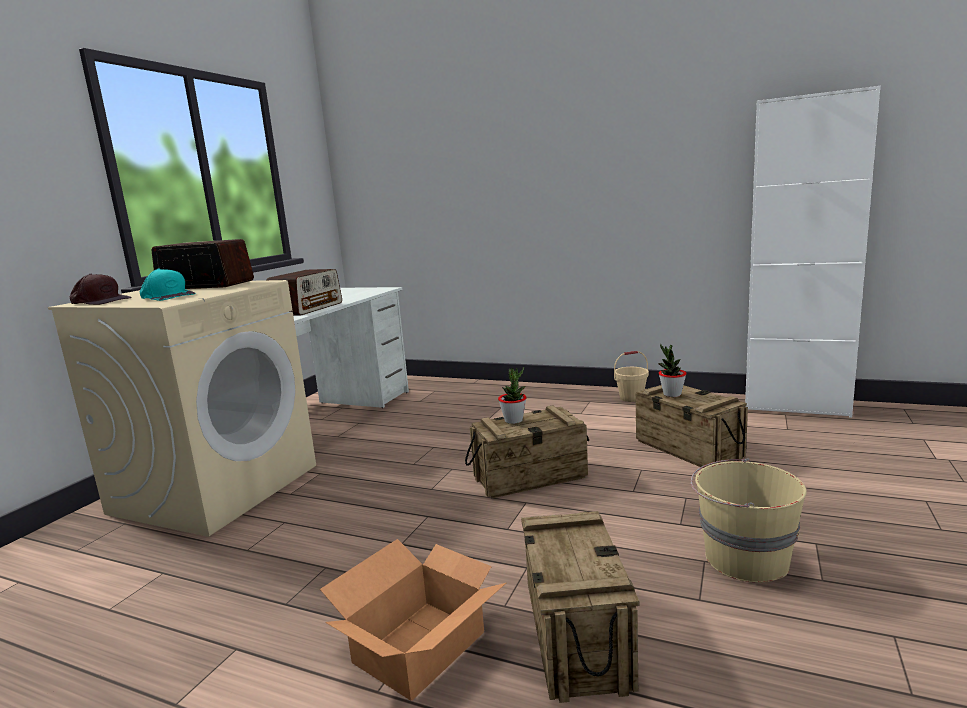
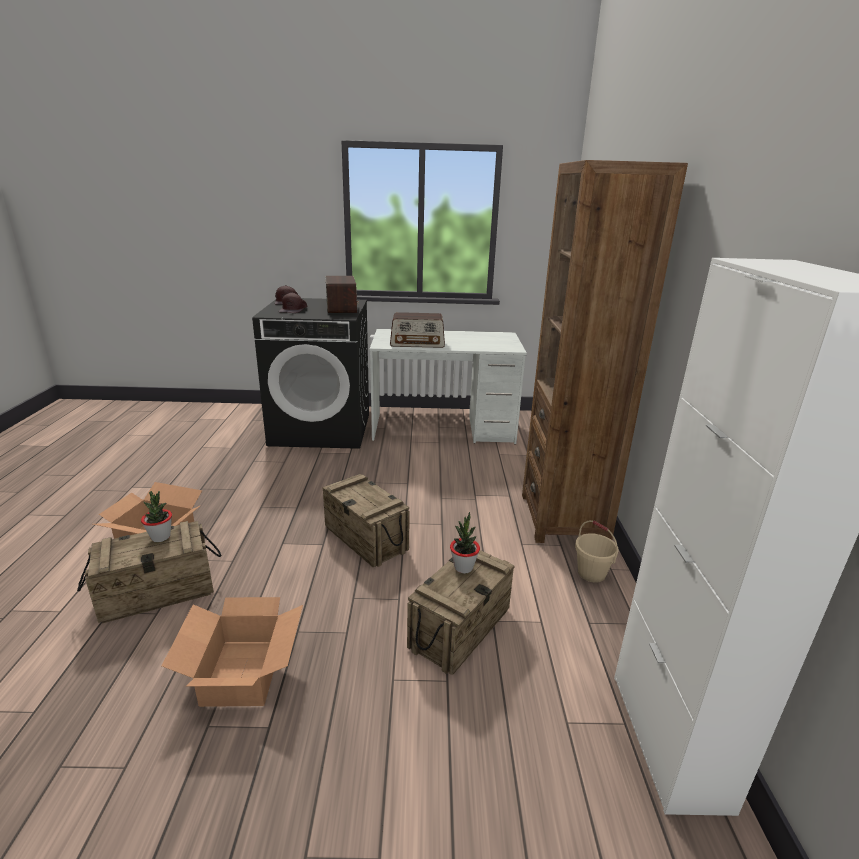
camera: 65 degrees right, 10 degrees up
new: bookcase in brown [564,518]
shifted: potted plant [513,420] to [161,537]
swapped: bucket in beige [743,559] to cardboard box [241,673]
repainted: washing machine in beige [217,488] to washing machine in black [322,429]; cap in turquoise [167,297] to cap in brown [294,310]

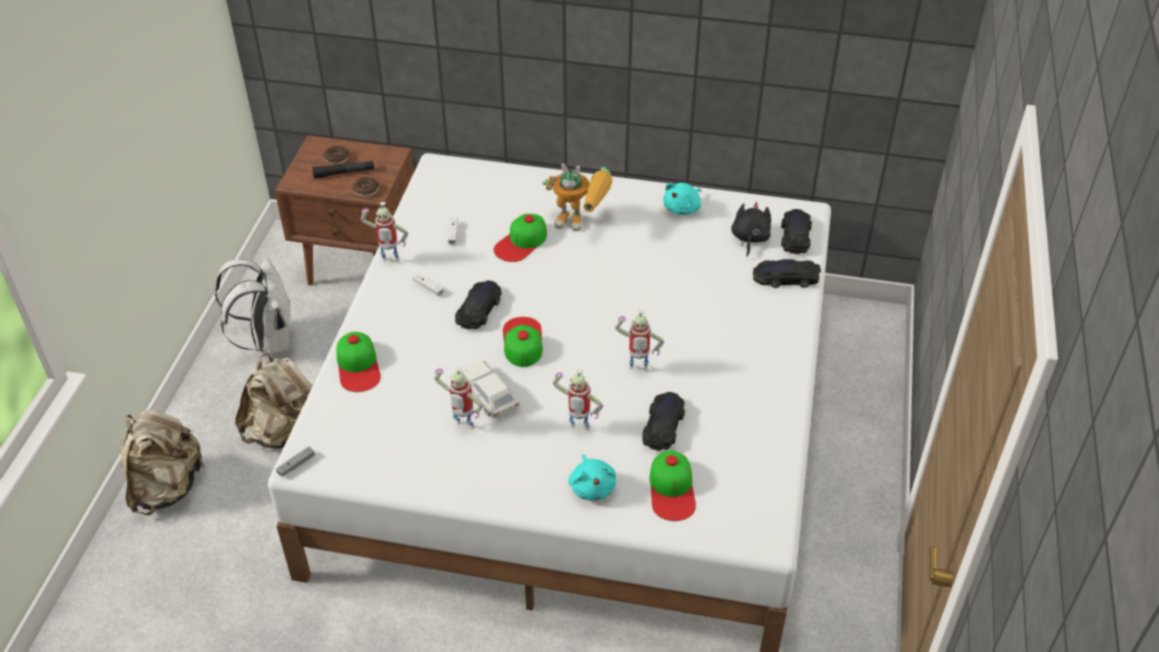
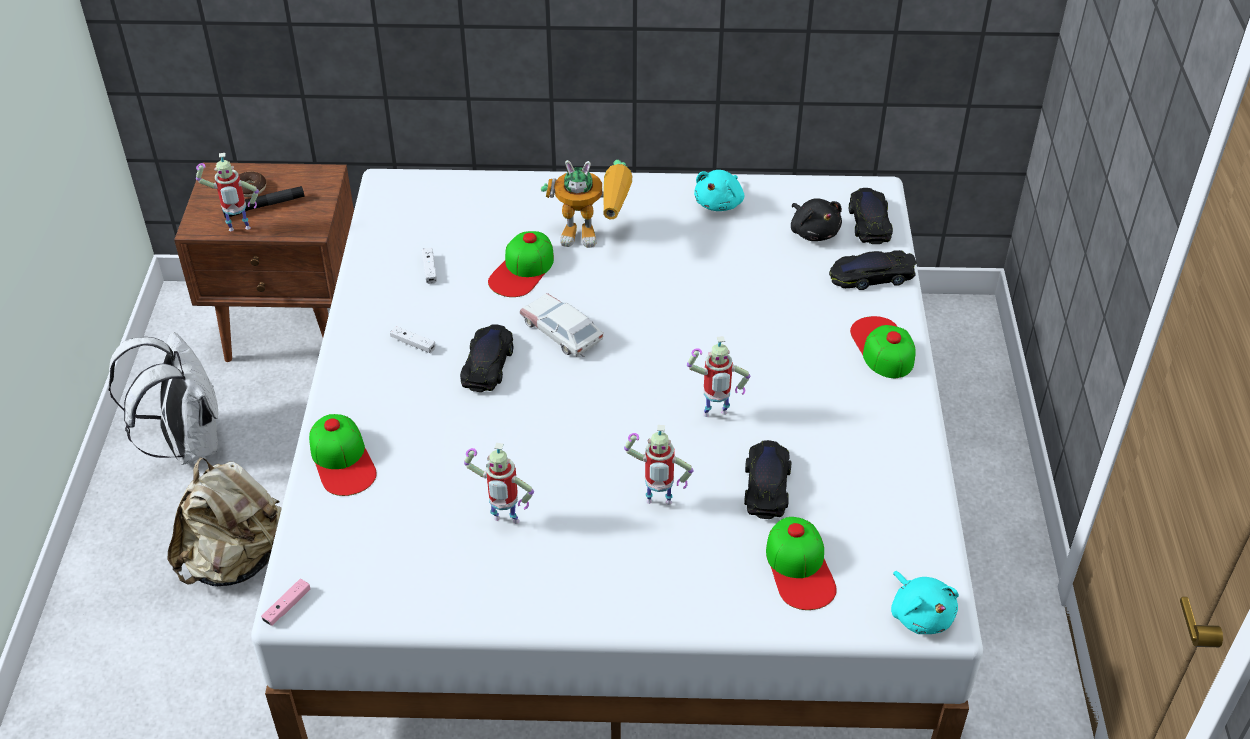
camera: 10 degrees left, 0 degrees up
gone: backpack in beige [167,487]; donut [366,190]
shifted: toy robot [390,261] to [239,231]; toy car [489,395] to [562,332]; cap [522,341] to [882,347]; plush toy in turquoise [592,486] to [920,614]
repainted: game controller in grey [296,465] to game controller in pink [287,606]
rotated: plush toy in black [749,238] = [813,232] 150 degrees clockwise

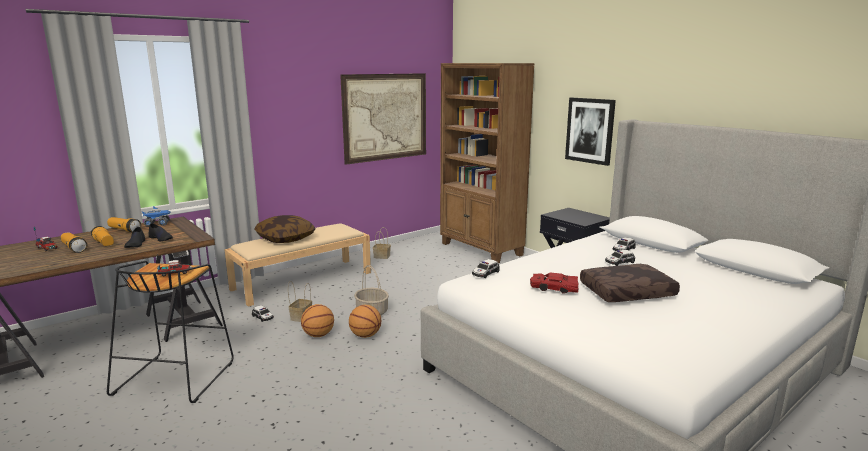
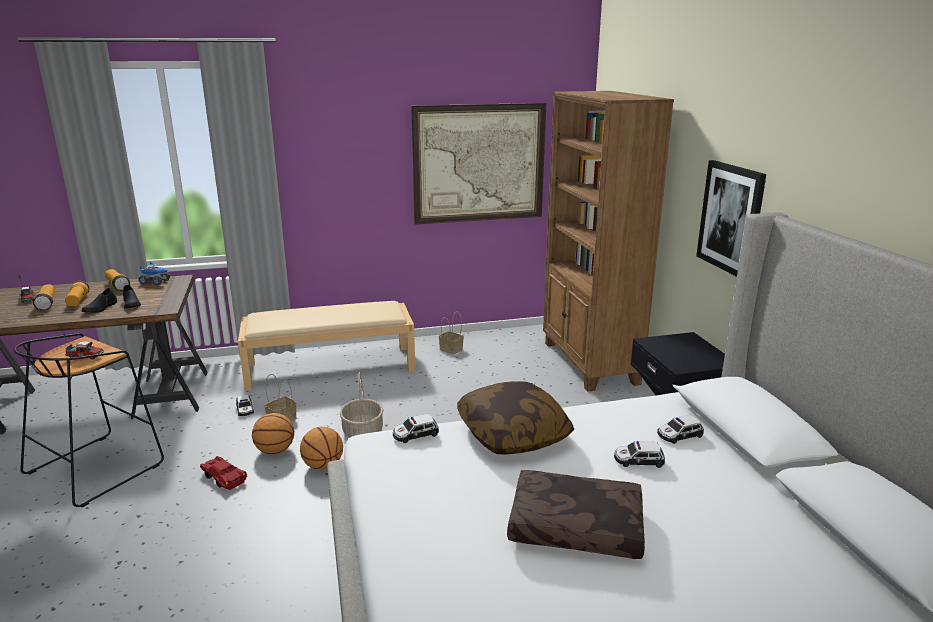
camera: 25 degrees right, 5 degrees up
shifted: pillow [285,238] to [513,434]; toy car in red [554,288] to [223,477]

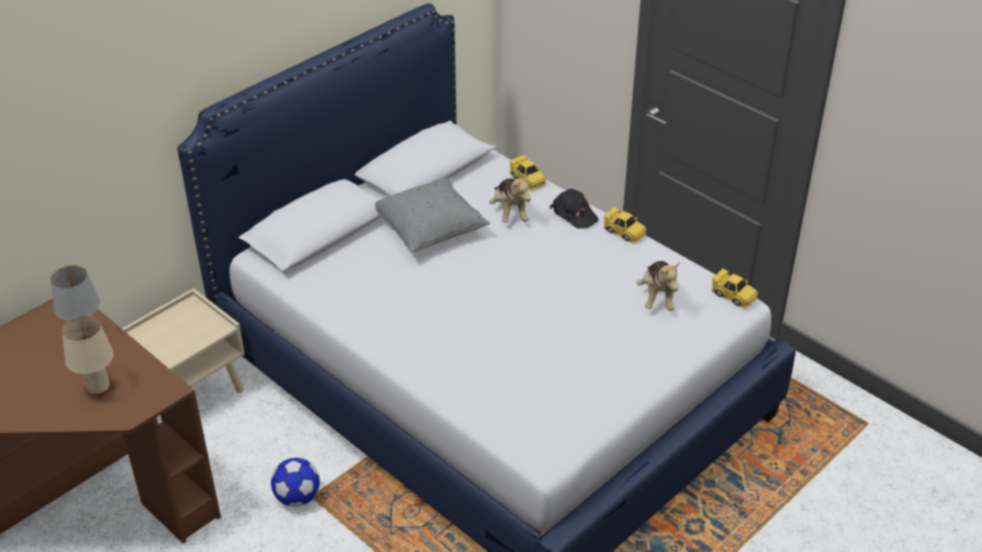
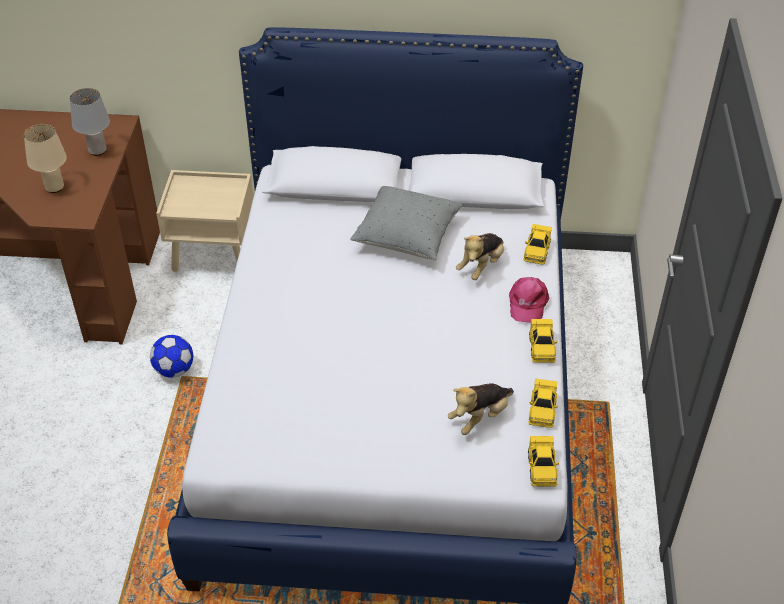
camera: 50 degrees right, 5 degrees up
new: toy car in yellow [542,409]
repainted: cap in black [574,214] to cap in pink [527,303]

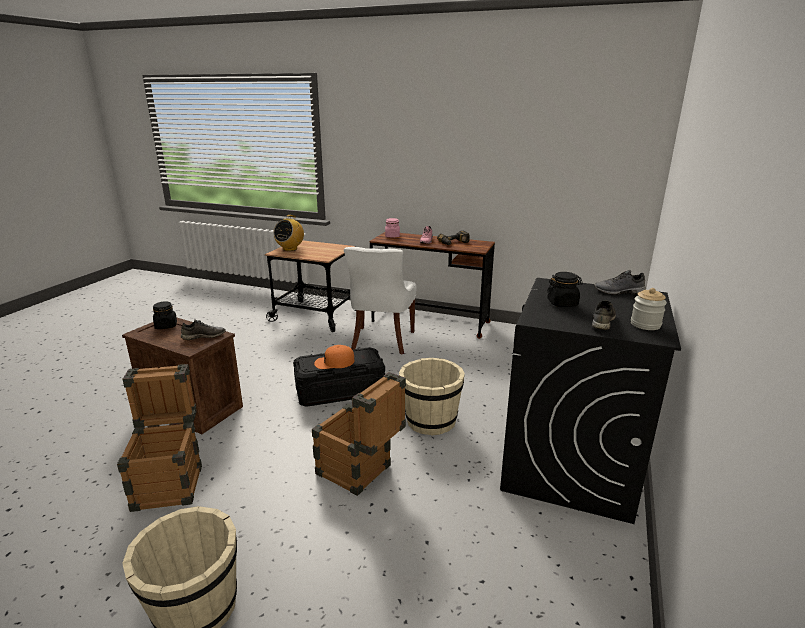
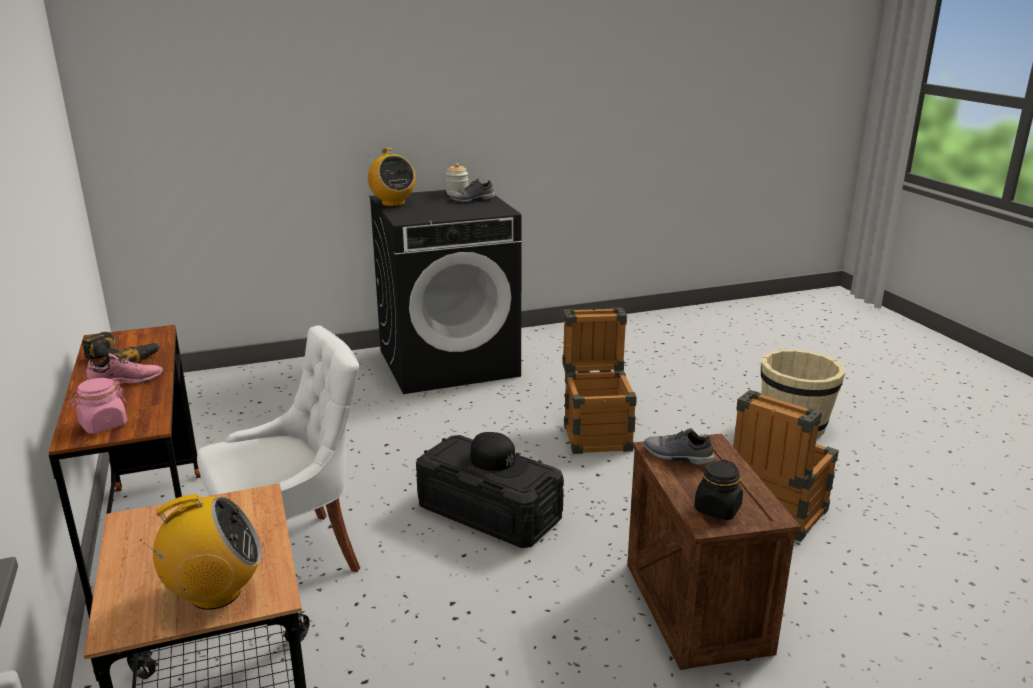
camera: 130 degrees left, 0 degrees up
gone: bucket in beige [430,421]; jar in black [562,303]
swapped: shoe in grey [619,292] to radio [393,203]
repainted: cap in orange [334,362] to cap in black [499,462]

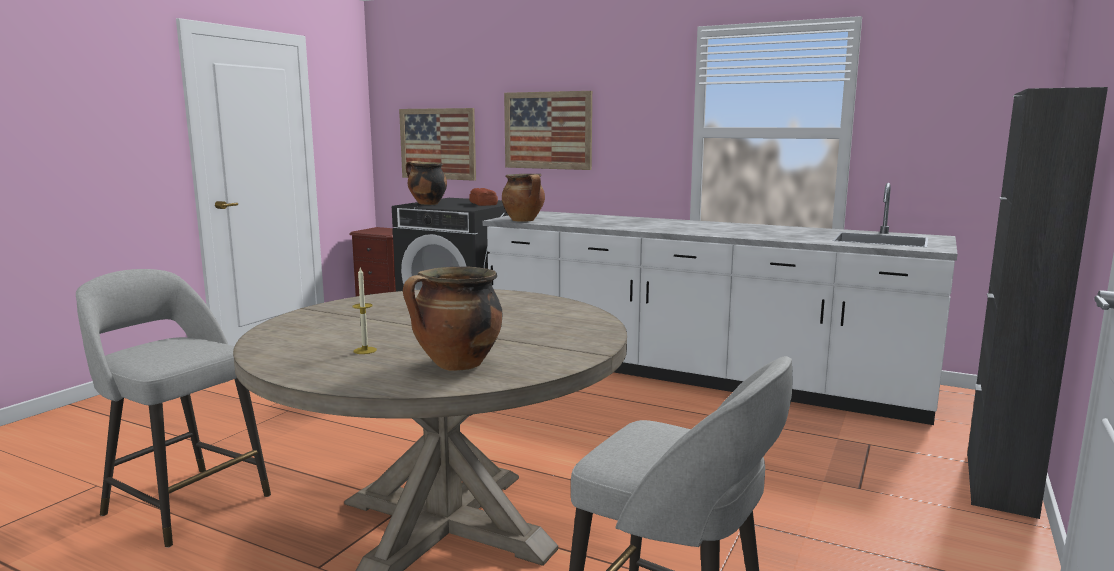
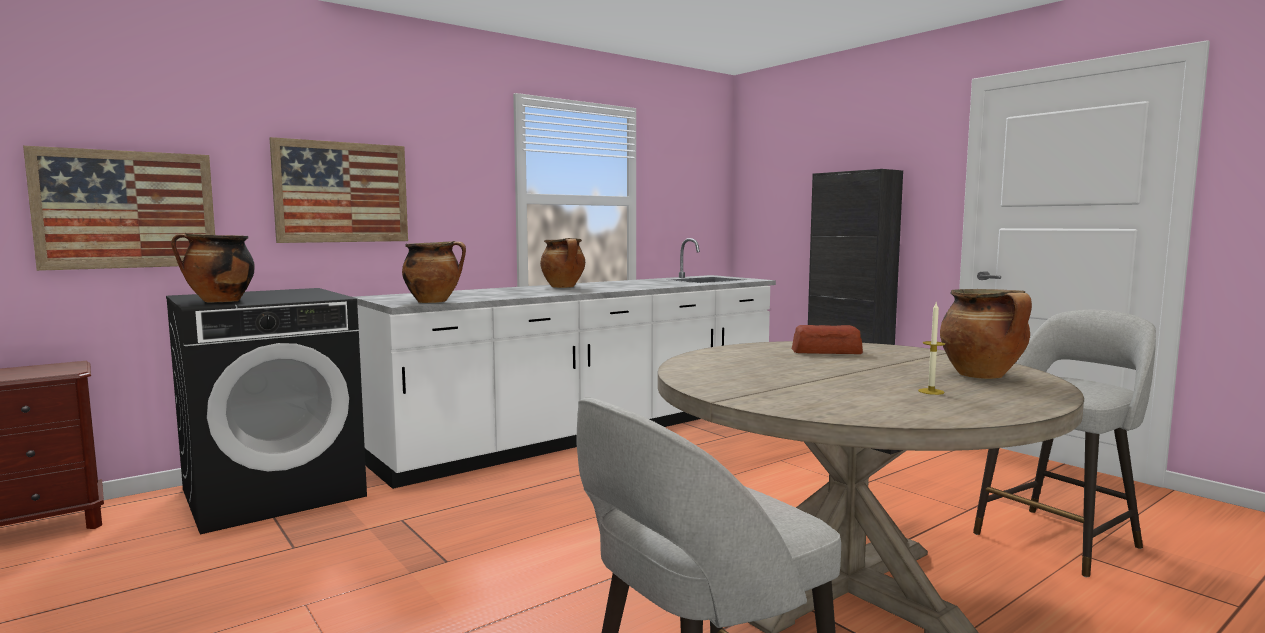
camera: 65 degrees left, 5 degrees down
new: cooking pot [564,287]
shifted: bread [483,203] to [827,351]

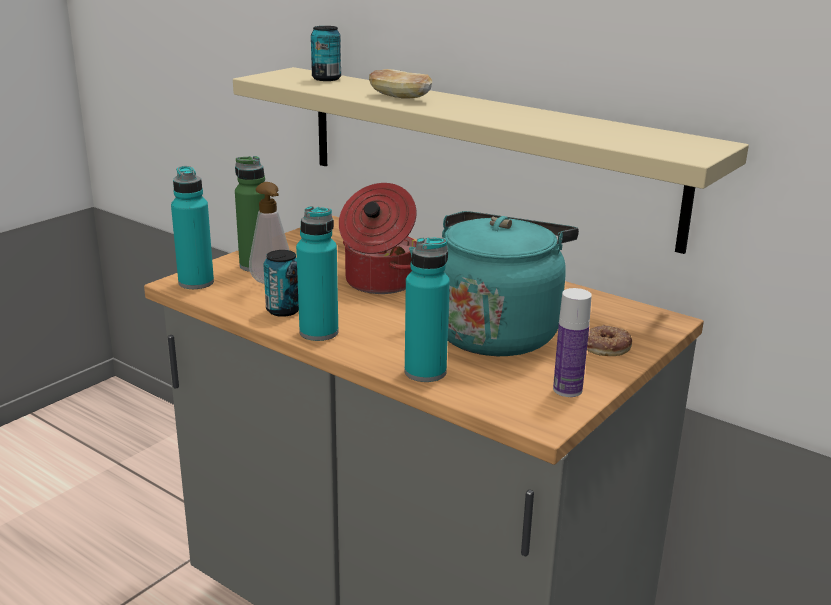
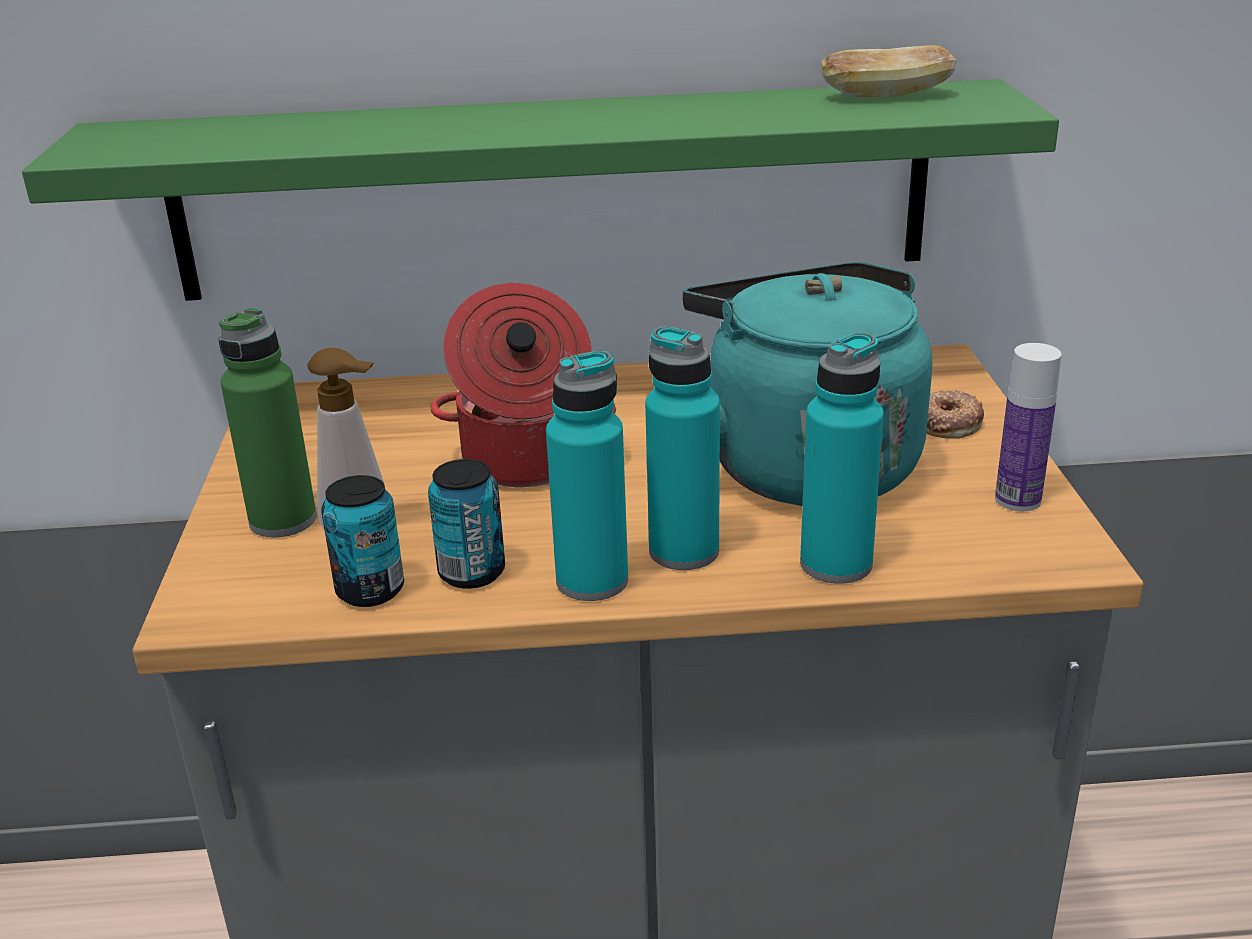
camera: 40 degrees left, 5 degrees up
shifted: bottle in turquoise [196,283] to [684,551]; can [326,78] to [370,590]; bread [400,97] to [886,96]
repainted: shelf in beige [482,152] to shelf in green [552,192]

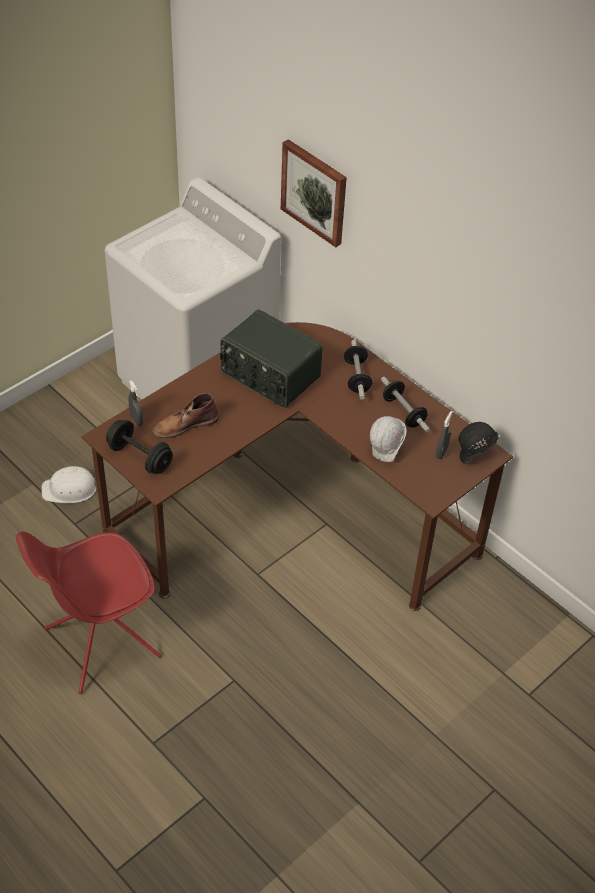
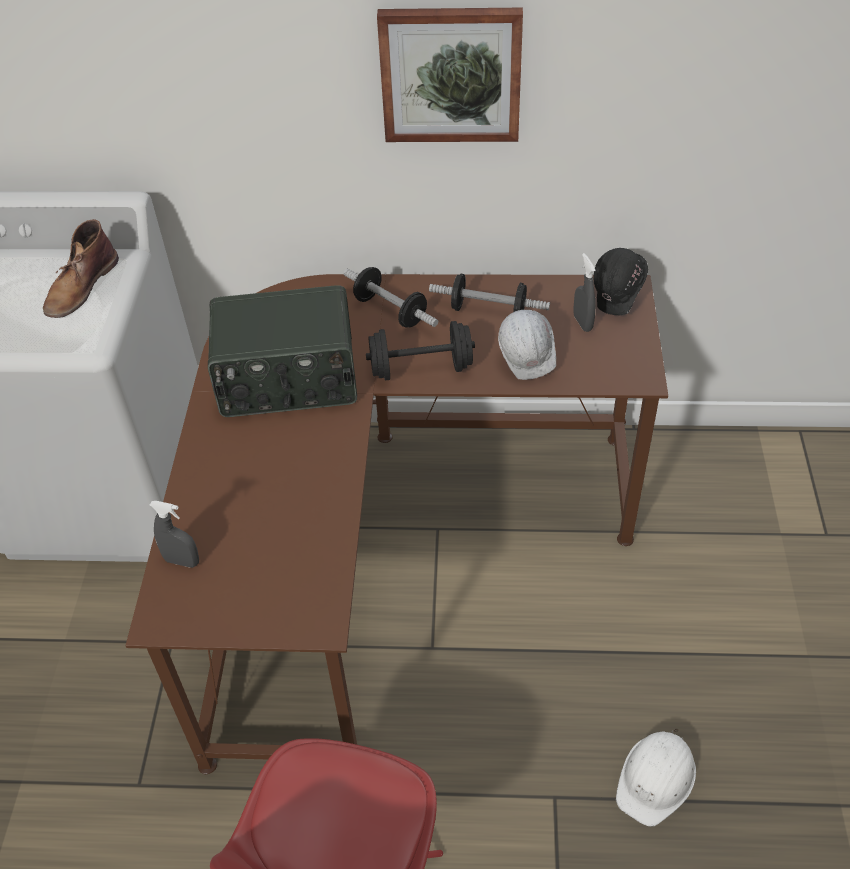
camera: 40 degrees left, 0 degrees up
shifted: hard hat in white [70,489] to [656,778]; dumbbell in black [140,457] to [421,368]; boot in brown [184,425] to [81,286]; picture [315,192] to [451,74]

